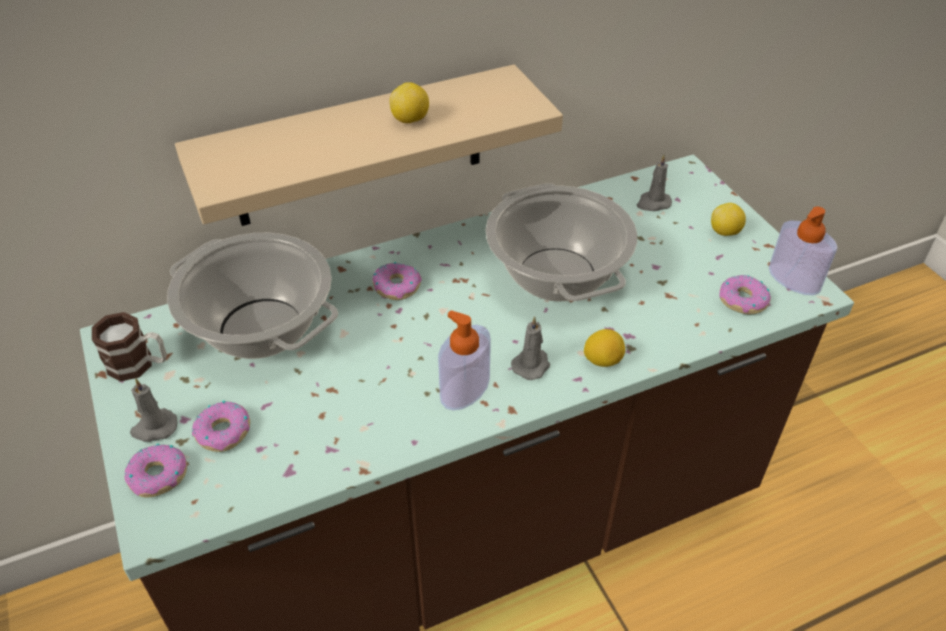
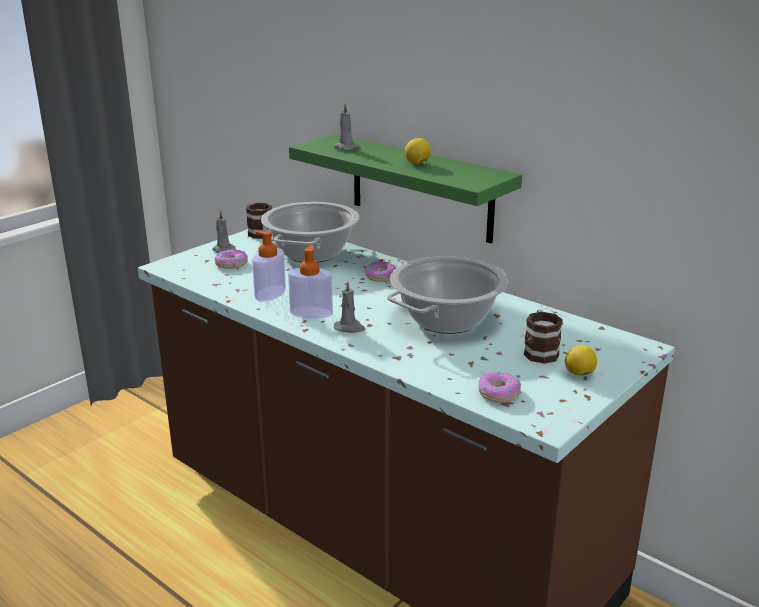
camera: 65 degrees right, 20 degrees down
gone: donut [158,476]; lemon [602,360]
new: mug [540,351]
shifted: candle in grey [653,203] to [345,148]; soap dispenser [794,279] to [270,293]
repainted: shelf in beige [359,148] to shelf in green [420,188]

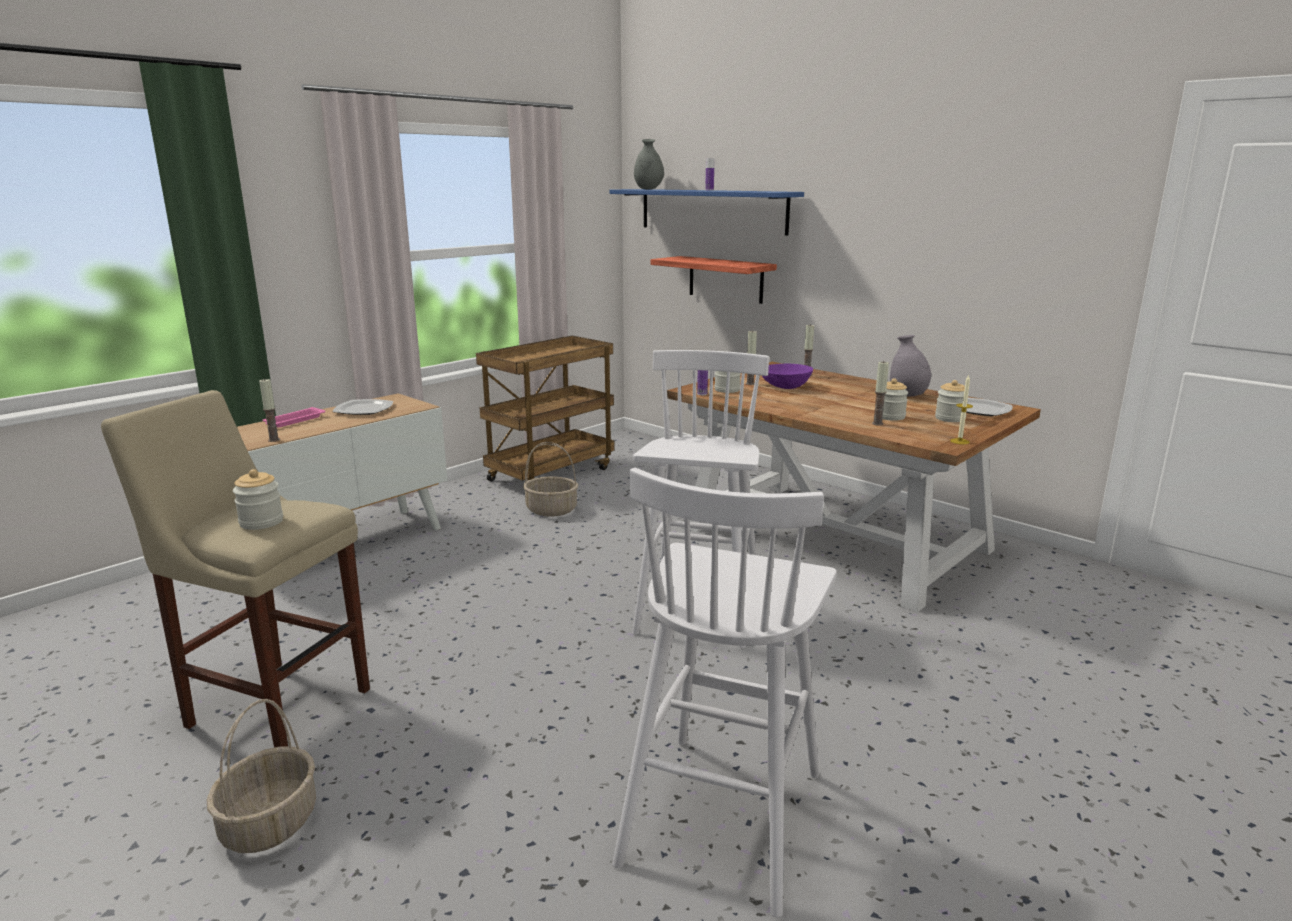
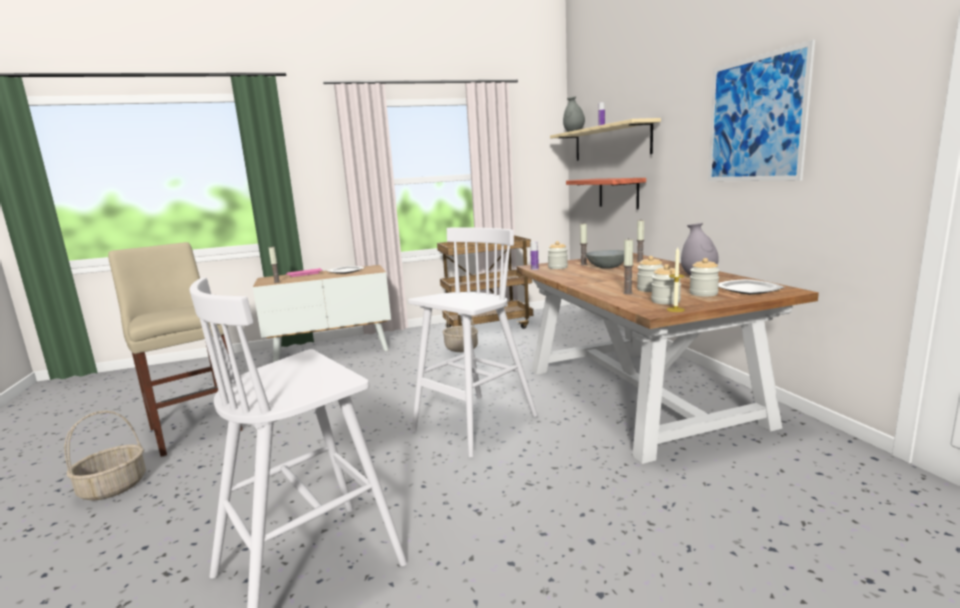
camera: 30 degrees right, 5 degrees down
new: picture [755,119]
shifted: jar [261,522] to [665,301]
repainted: shelf in blue [711,210] to shelf in beige [610,142]; bowl in purple [786,386] to bowl in grey [607,267]

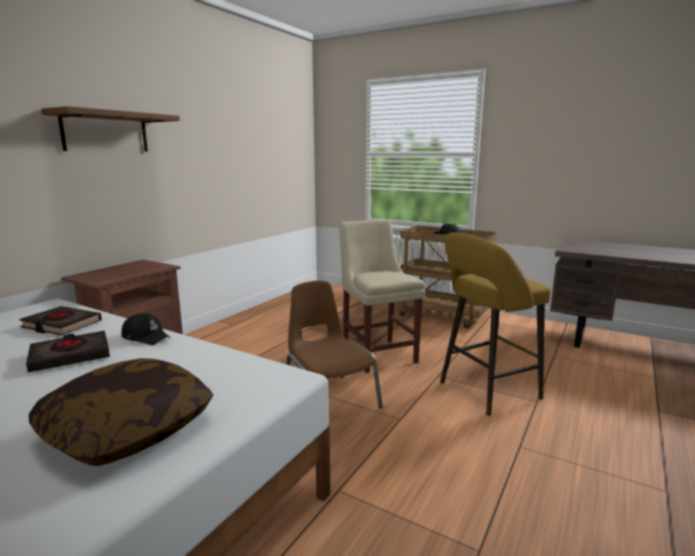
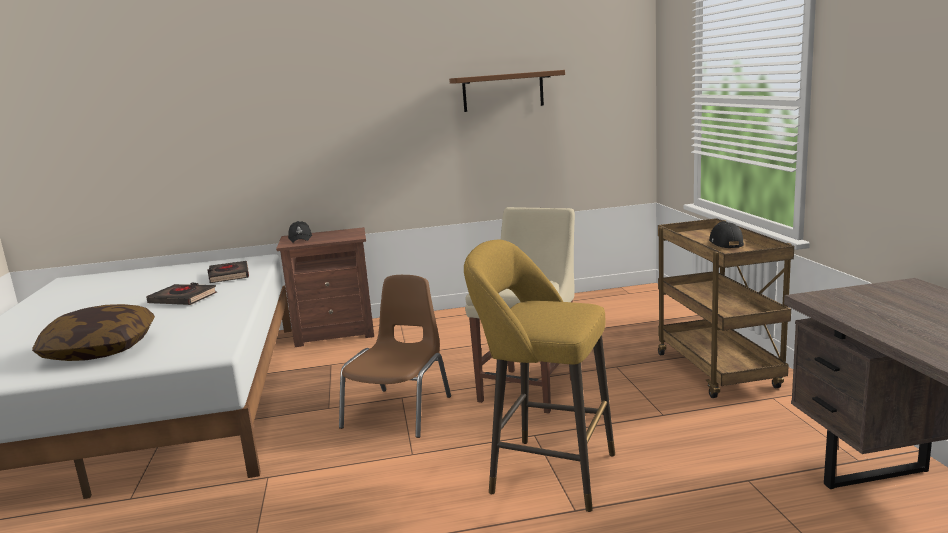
camera: 50 degrees right, 0 degrees up
shifted: shelf in brown [106,132] to [503,91]; cap in black [146,337] to [300,238]

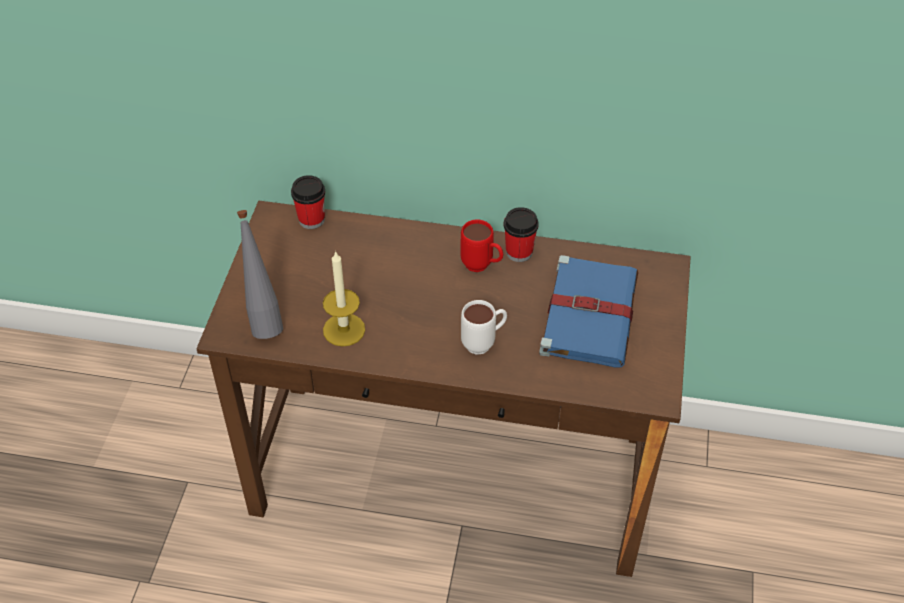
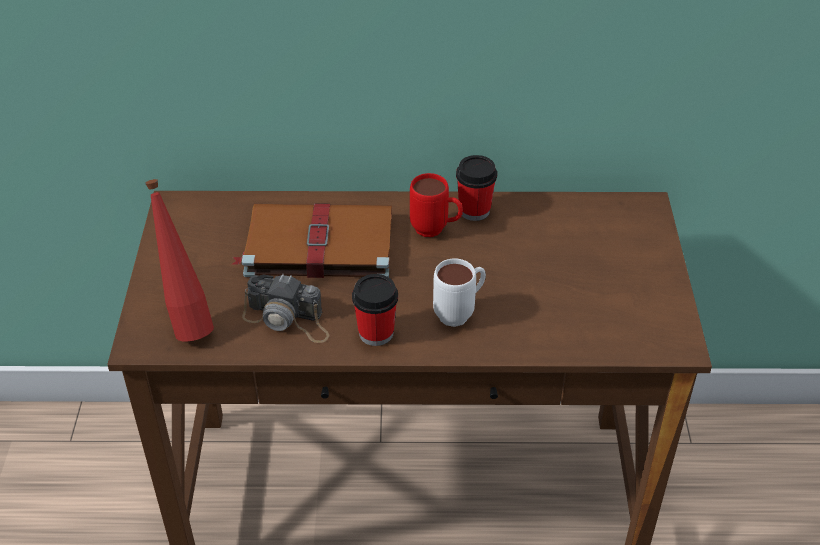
camera: 10 degrees left, 5 degrees down
gone: book in blue [589,313]
new: book in brown [316,245]
shifted: cup [311,220] to [376,333]
swapped: candle [344,330] to photo camera [288,319]
repainted: bottle in grey [264,320] to bottle in red [187,321]

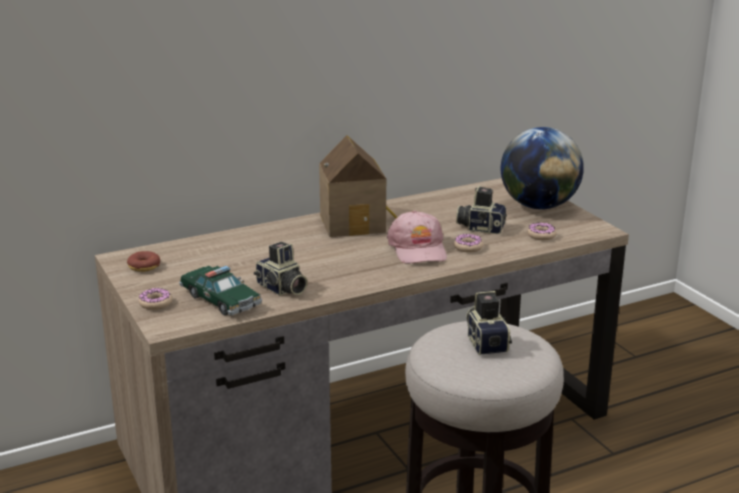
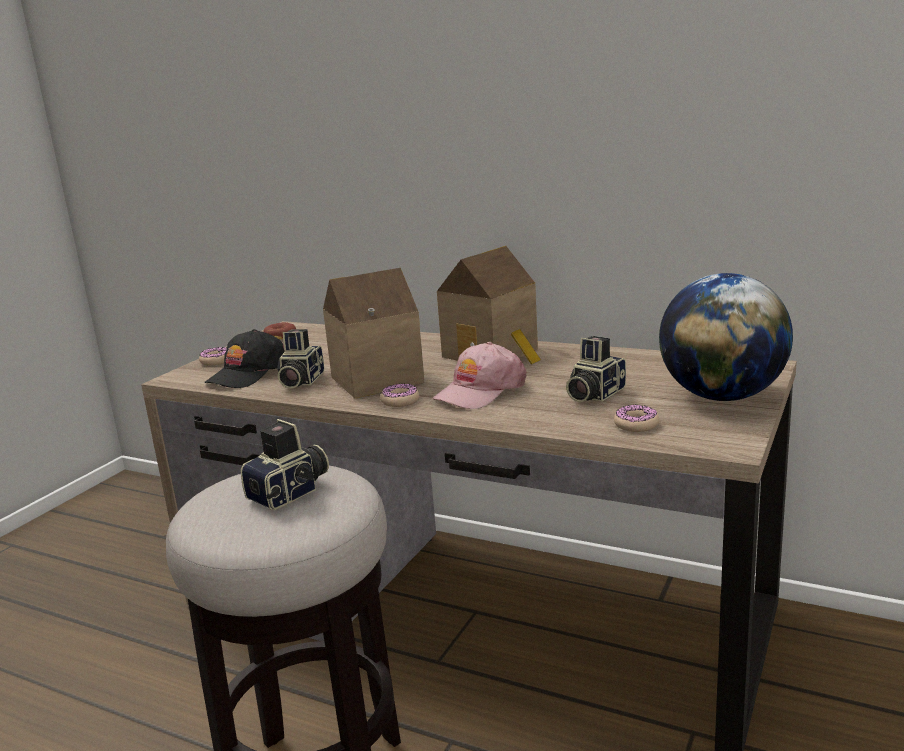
camera: 55 degrees right, 5 degrees down
new: toy house [374,379]
shifted: donut [468,247] to [400,401]
swapped: toy car [220,300] to cap in black [248,373]
rotated: photo camera [480,227] = [593,394] 120 degrees counterclockwise

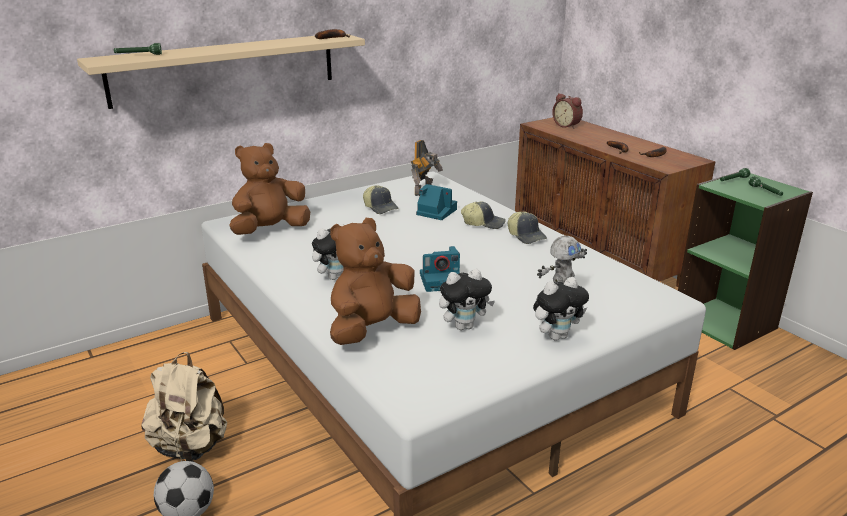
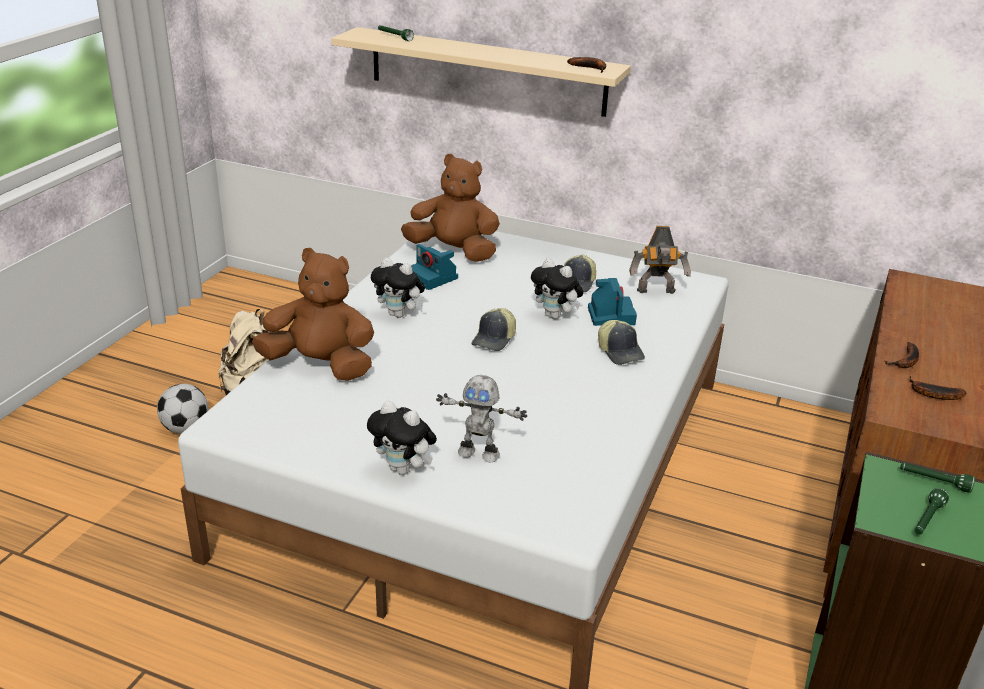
camera: 55 degrees right, 5 degrees up
gone: alarm clock [567,125]
shifted: photo camera [441,280] to [433,278]; plush toy [464,326] to [555,316]; cap [526,236] to [495,339]

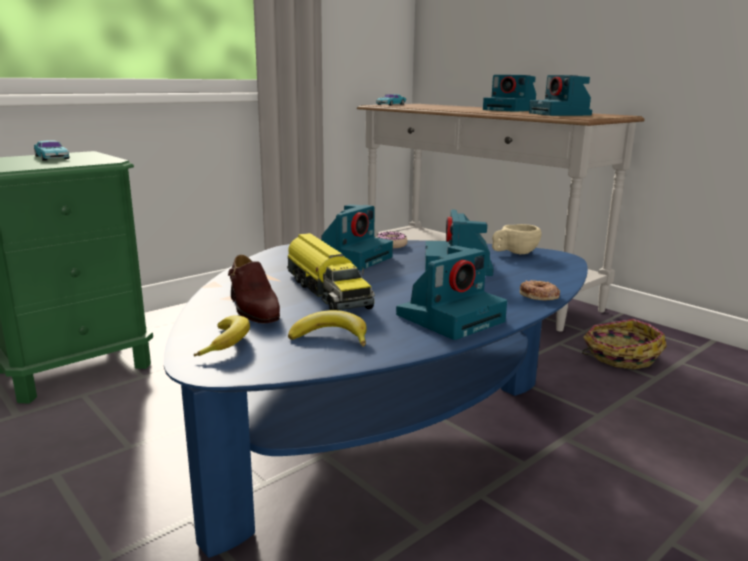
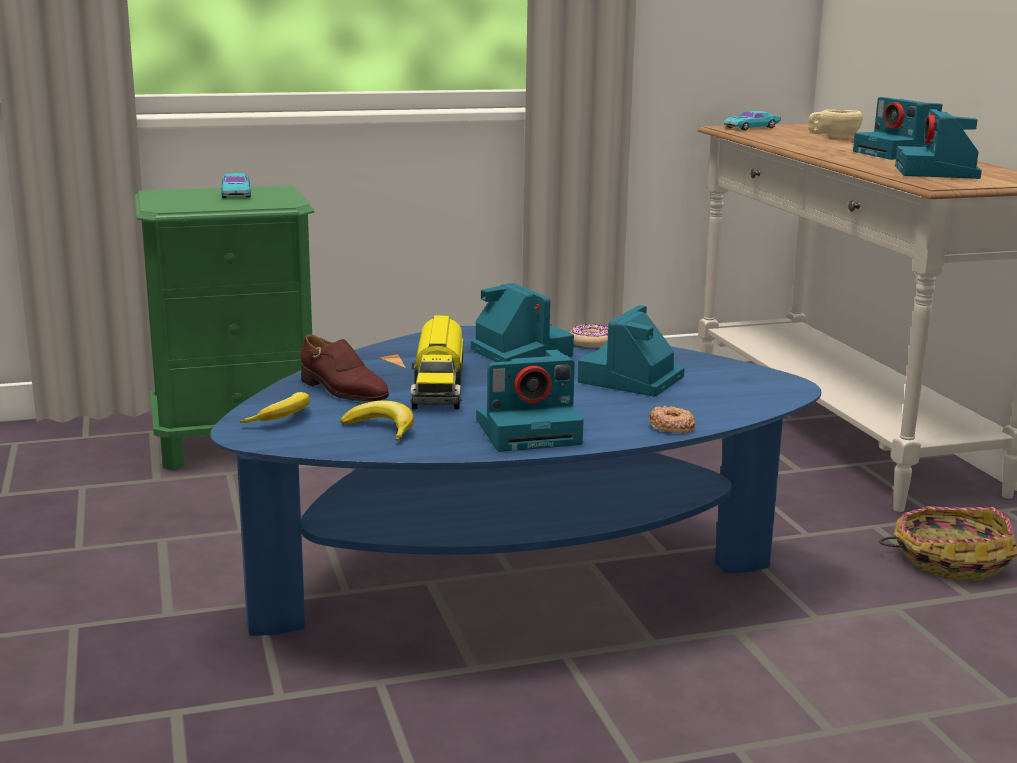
camera: 25 degrees right, 0 degrees up
shifted: cup in beige [514,253] to [833,137]
rotated: shoe in brown [253,308] = [343,390] 45 degrees counterclockwise; photo camera [352,257] = [519,352] 90 degrees counterclockwise

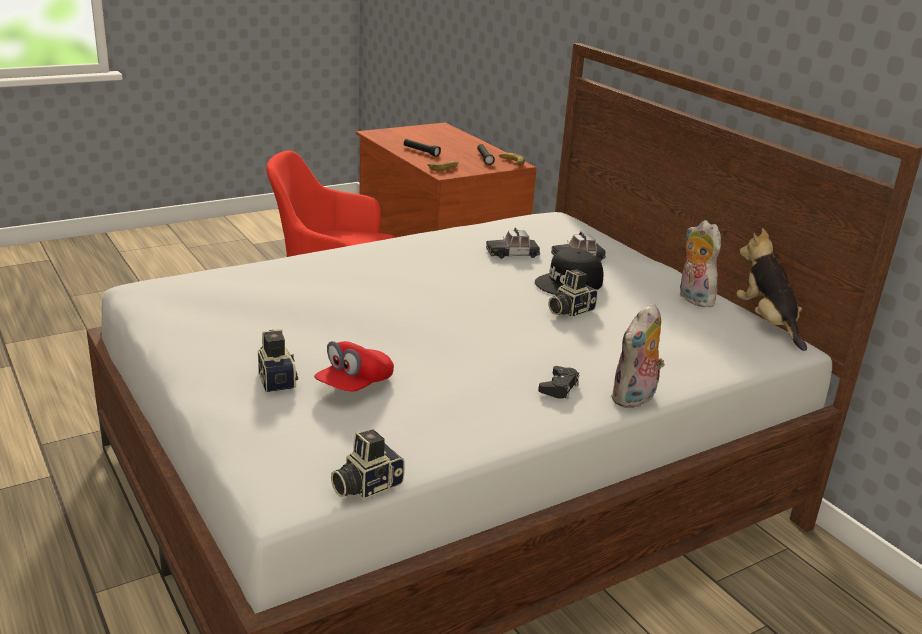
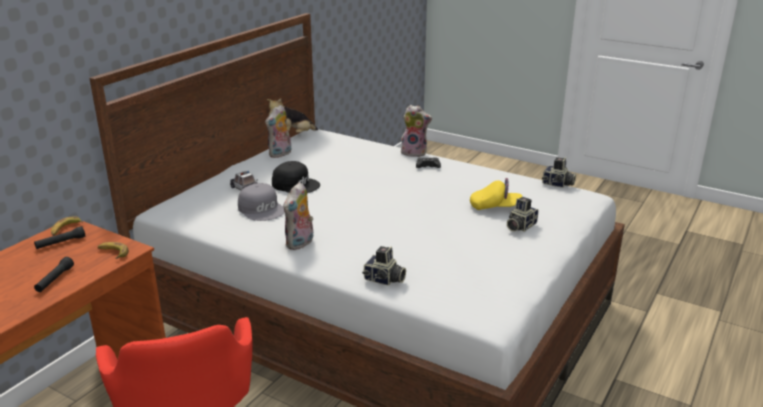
camera: 115 degrees left, 0 degrees up
new: plush toy [300,244]
shifted: photo camera [569,310] to [384,280]
swapped: toy car [512,253] to cap in grey [262,209]
repainted: cap in red [354,385] to cap in yellow [495,207]

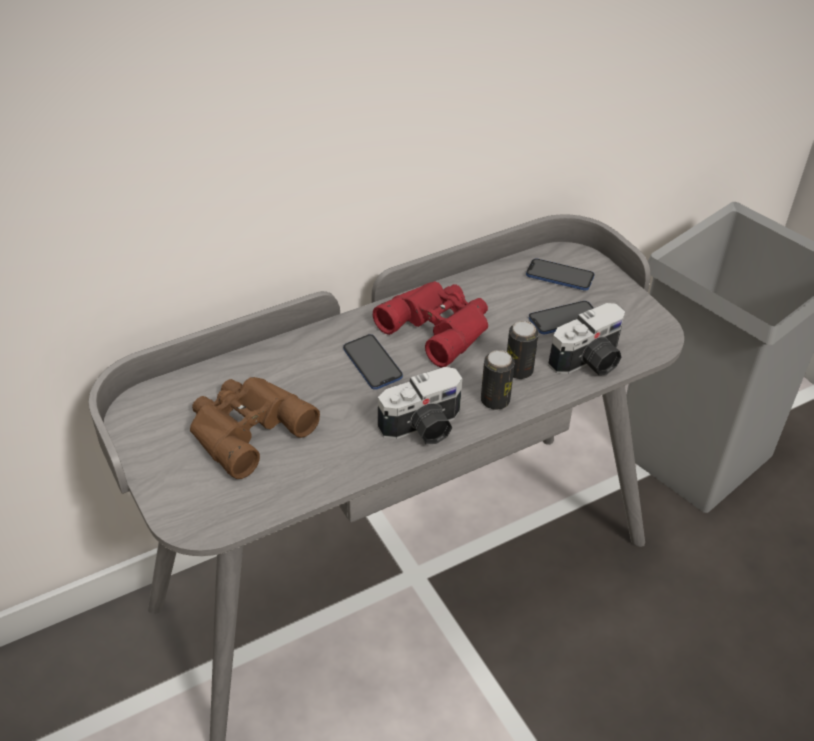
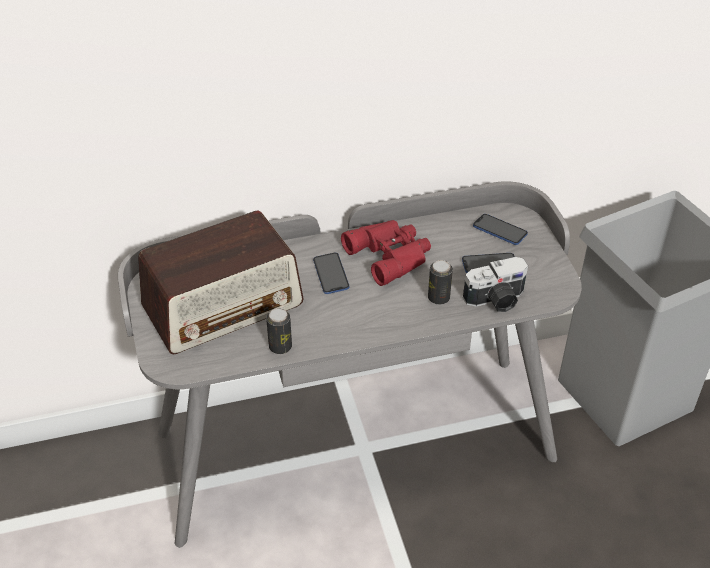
camera: 15 degrees right, 0 degrees up
gone: photo camera [424,428]
shifted: can [495,400] to [280,346]
swapped: binoculars in brown [245,428] to radio [224,306]

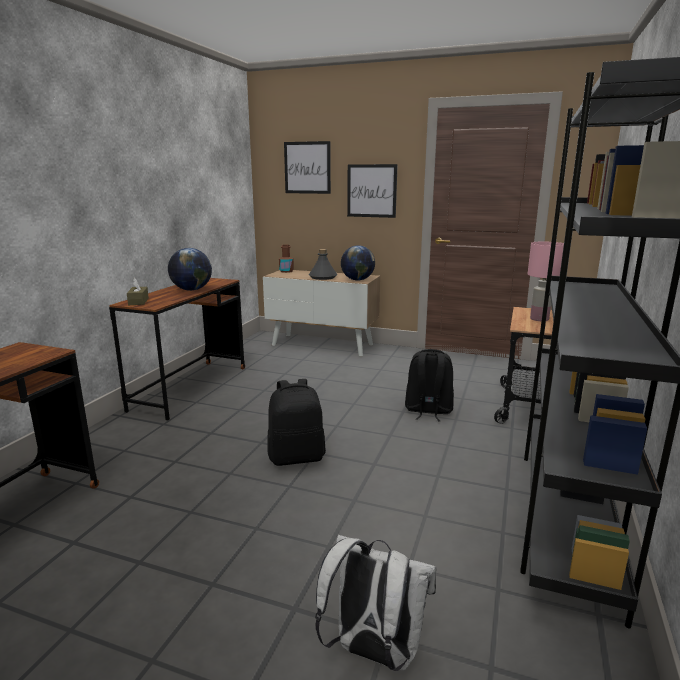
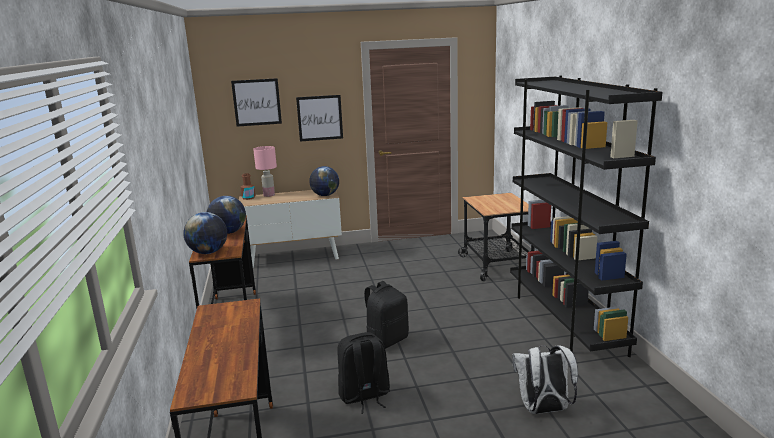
camera: 30 degrees left, 0 degrees up
gone: bottle in grey [323,277]
shifted: backpack in black [428,410] to [364,396]; table lamp in pink [539,319] to [268,195]
swapped: tissue box in brown [138,301] to globe [208,252]

